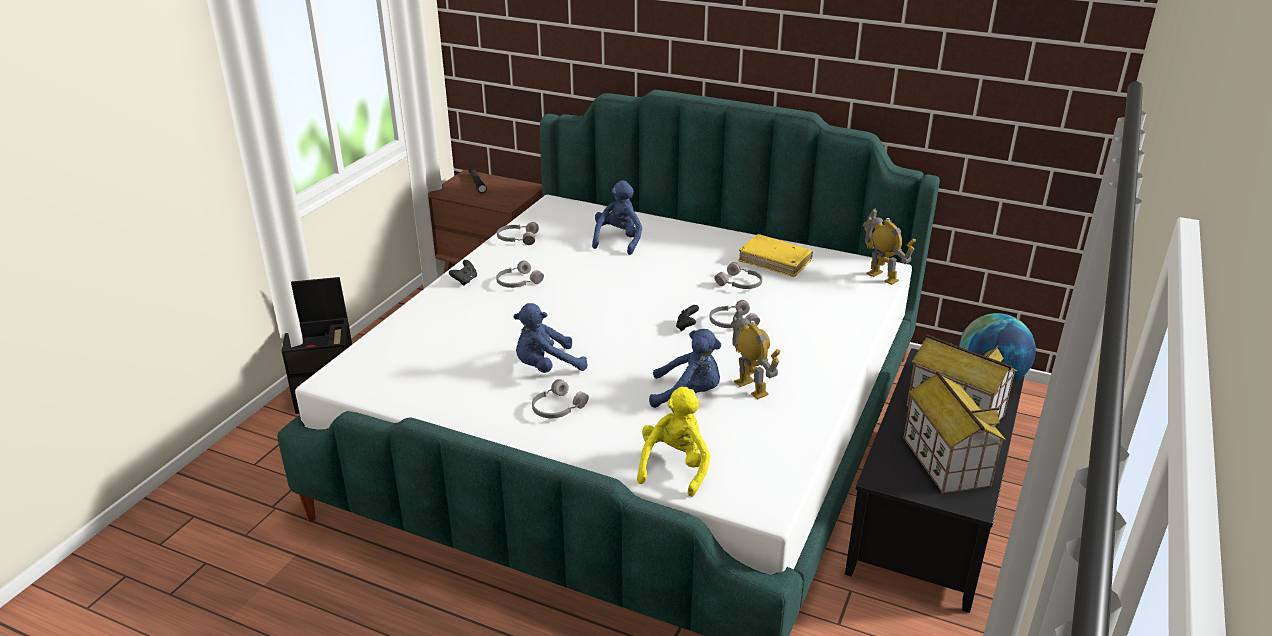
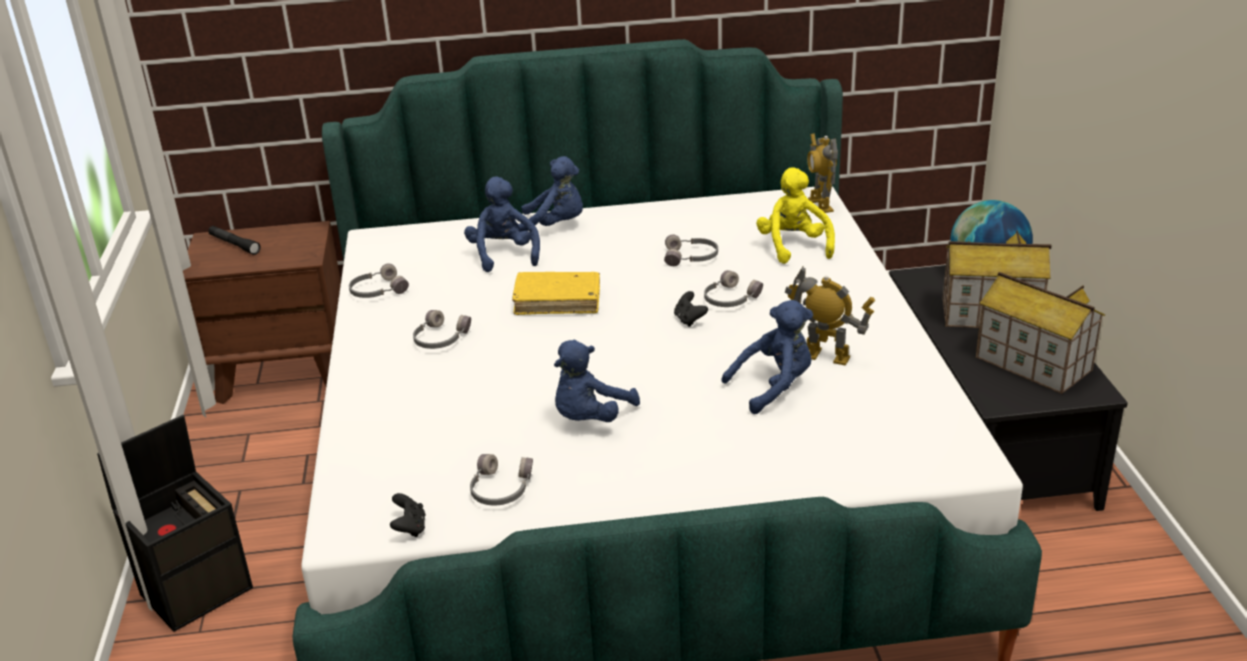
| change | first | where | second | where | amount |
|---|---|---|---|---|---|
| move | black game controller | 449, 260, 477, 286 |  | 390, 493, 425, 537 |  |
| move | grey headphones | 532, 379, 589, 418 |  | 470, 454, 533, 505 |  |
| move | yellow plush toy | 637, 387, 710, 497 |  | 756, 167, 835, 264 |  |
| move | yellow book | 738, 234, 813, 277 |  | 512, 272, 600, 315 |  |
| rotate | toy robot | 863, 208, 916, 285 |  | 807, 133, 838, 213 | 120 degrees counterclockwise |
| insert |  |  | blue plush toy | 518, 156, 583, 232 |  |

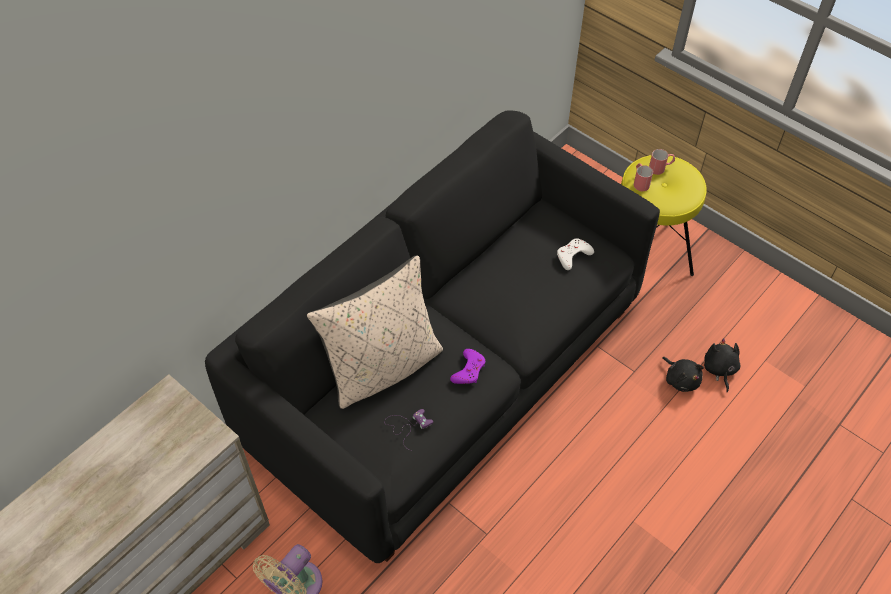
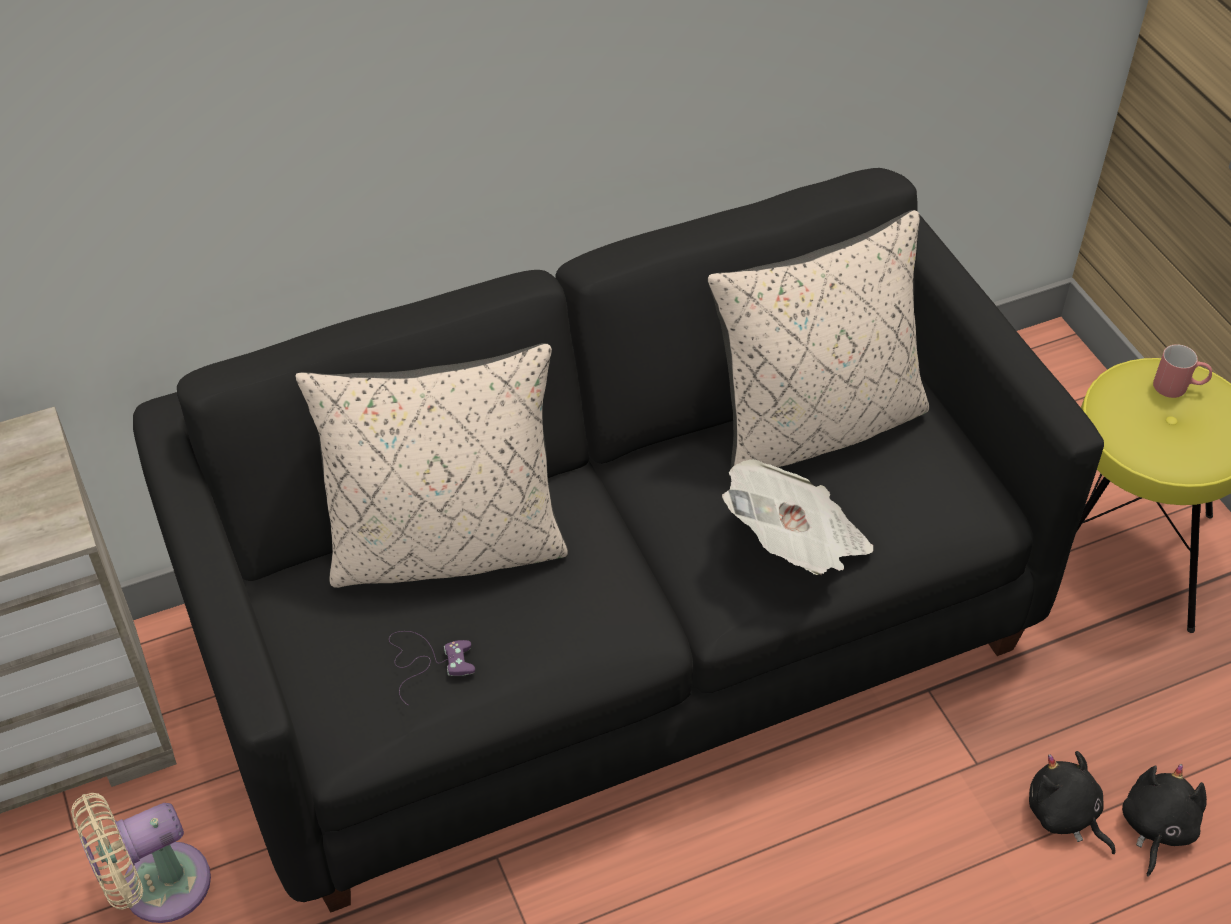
| change | first | where | second | where | amount |
|---|---|---|---|---|---|
| delete | purple game controller | 450, 349, 485, 384 |  |  |  |
| delete | white game controller | 557, 238, 594, 270 |  |  |  |
| delete | red mug | 634, 163, 653, 191 |  |  |  |
| rotate | black plush toy | 662, 357, 704, 392 |  | 1029, 751, 1115, 854 | 150 degrees clockwise |
| insert |  |  | beige pillow | 708, 210, 929, 468 |  |
| insert |  |  | newspaper | 722, 459, 873, 575 |  |

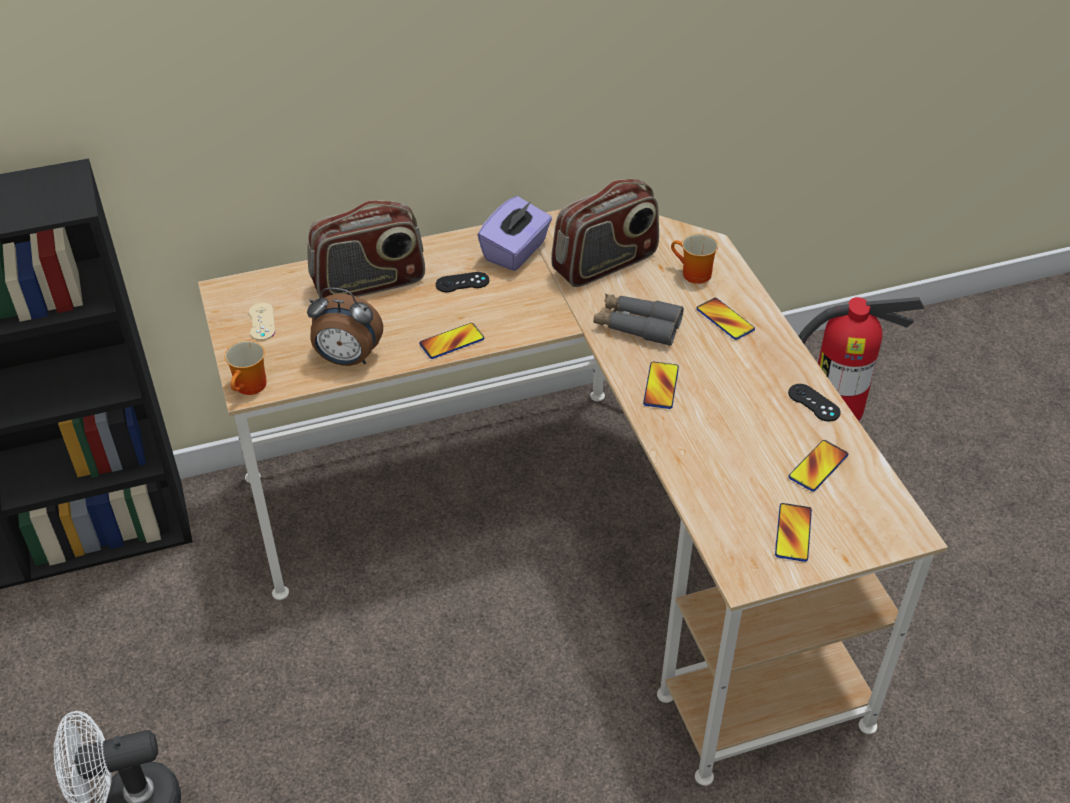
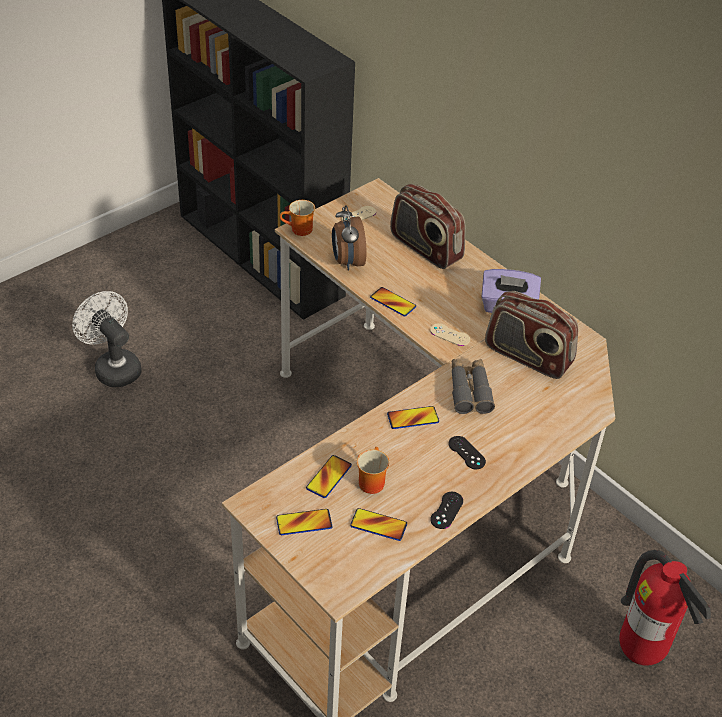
| change | first | where | second | where | amount |
|---|---|---|---|---|---|
| move | black game controller | 436, 272, 489, 292 |  | 449, 436, 486, 469 |  |
| move | mug | 671, 233, 718, 284 |  | 357, 447, 389, 494 |  |
| move | phone | 696, 298, 755, 340 |  | 306, 455, 352, 498 |  |
| insert |  |  | beige game controller | 430, 323, 470, 346 |  |

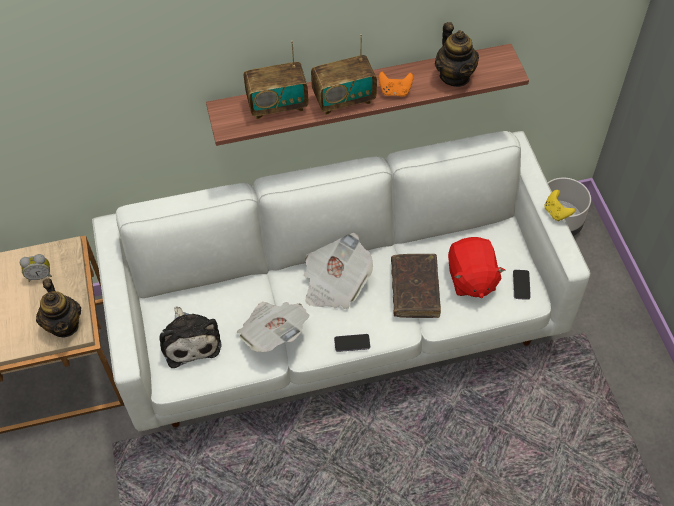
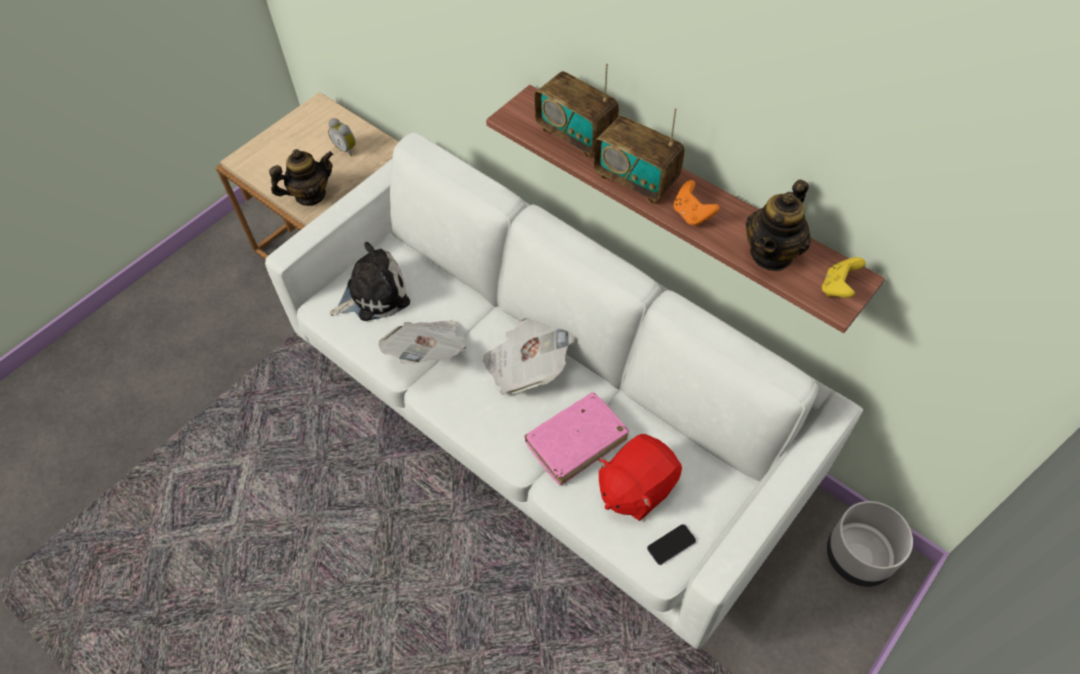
| change | first | where | second | where | amount |
|---|---|---|---|---|---|
| rotate | teapot | 36, 279, 81, 337 |  | 269, 149, 333, 206 | 150 degrees counterclockwise |
| rotate | plush toy | 159, 307, 222, 368 |  | 330, 242, 410, 321 | 150 degrees counterclockwise |
| delete | phone | 334, 334, 370, 352 |  |  |  |
| recolor | brown book | 391, 254, 441, 318 | pink book | 524, 392, 629, 486 |  |
| move | yellow game controller | 544, 190, 575, 221 |  | 822, 257, 866, 298 |  |

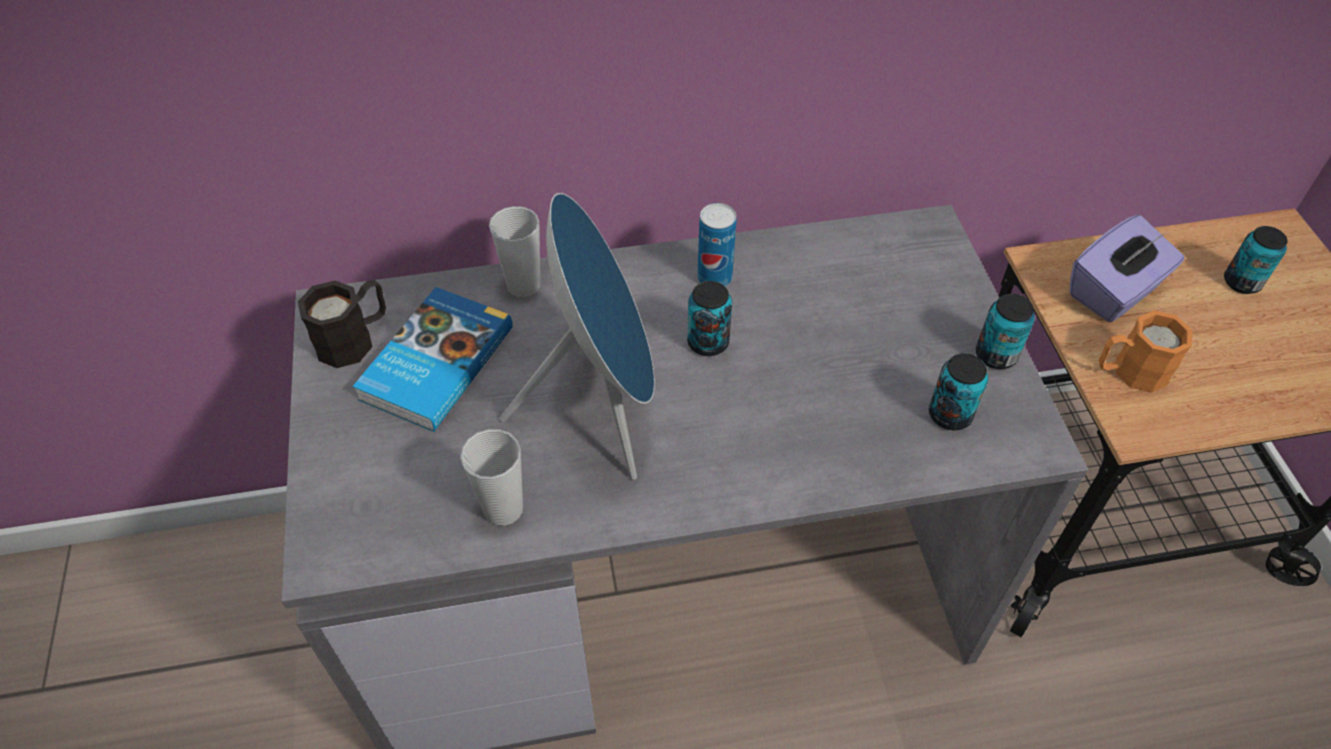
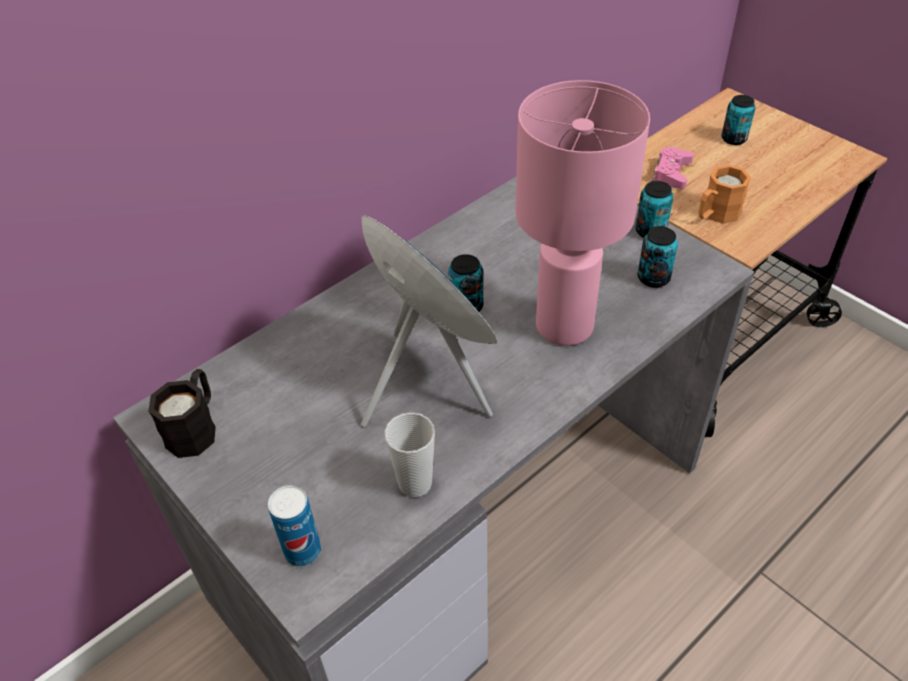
| change | first | where | second | where | amount |
|---|---|---|---|---|---|
| delete | book | 353, 287, 513, 432 |  |  |  |
| delete | cup | 489, 206, 540, 297 |  |  |  |
| move | can | 697, 203, 737, 287 |  | 268, 485, 321, 567 |  |
| replace | purple tissue box | 1069, 215, 1184, 322 | pink game controller | 652, 147, 694, 189 |  |
| insert |  |  | pink table lamp | 516, 80, 650, 346 |  |

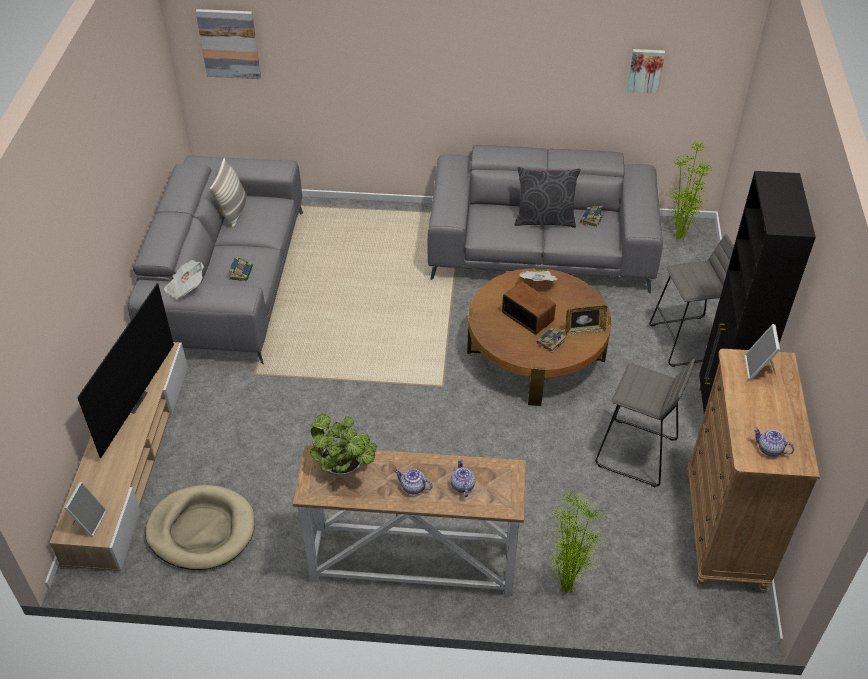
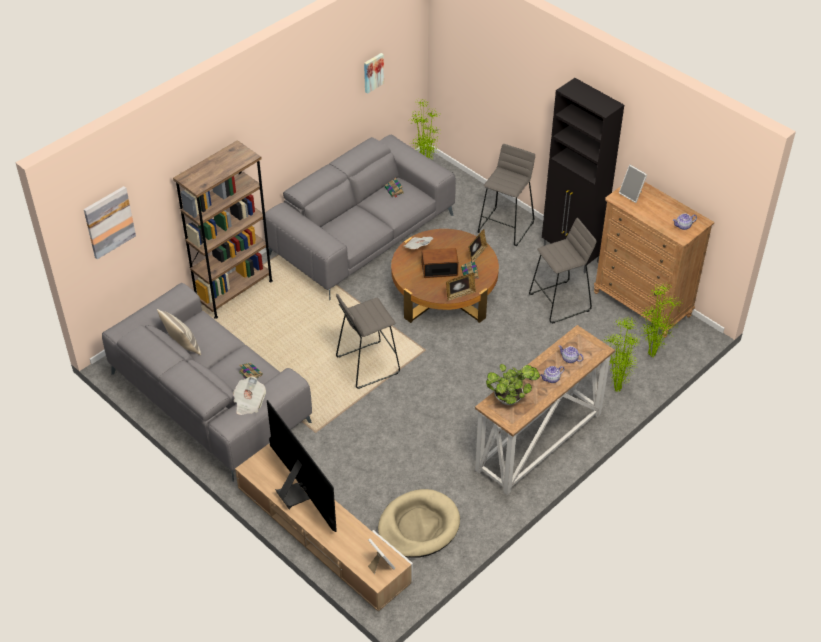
| change | first | where | second | where | amount |
|---|---|---|---|---|---|
| delete | grey pillow | 514, 167, 580, 228 |  |  |  |
| insert |  |  | brown bookcase | 173, 140, 273, 319 |  |
| insert |  |  | grey stool | 336, 294, 400, 389 |  |
| insert |  |  | picture frame | 446, 273, 476, 301 |  |
| insert |  |  | potted plant | 639, 283, 683, 358 |  |

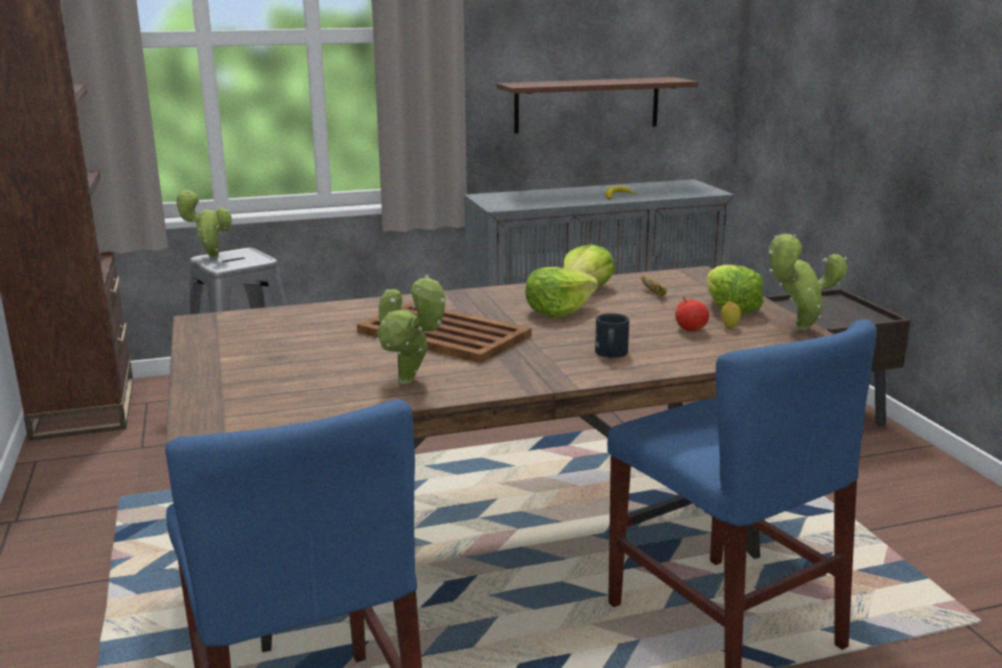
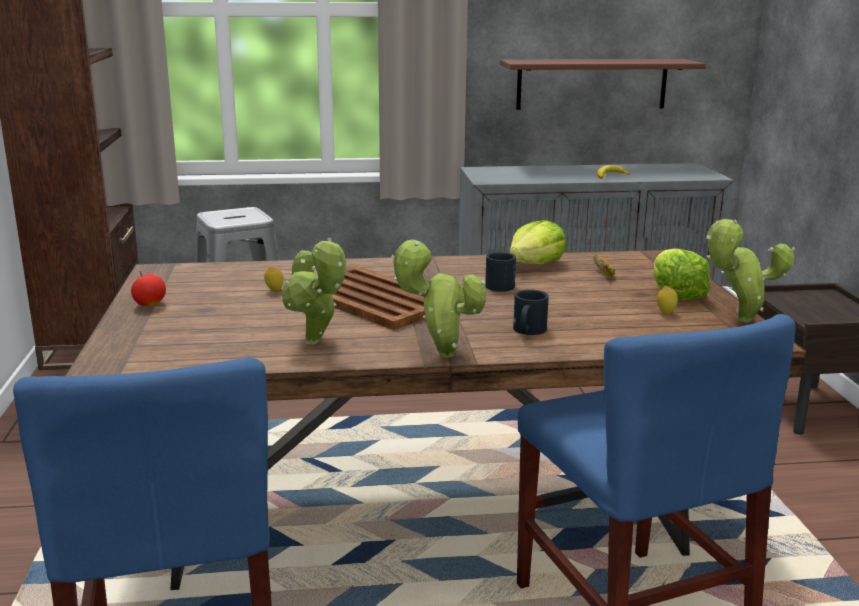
| change | first | where | second | where | amount |
|---|---|---|---|---|---|
| move | potted plant | 175, 190, 232, 258 |  | 391, 239, 486, 358 |  |
| replace | lettuce | 525, 267, 598, 317 | black mug | 485, 252, 516, 292 |  |
| move | apple | 675, 297, 709, 331 |  | 131, 271, 166, 306 |  |
| insert |  |  | lemon | 264, 267, 284, 291 |  |

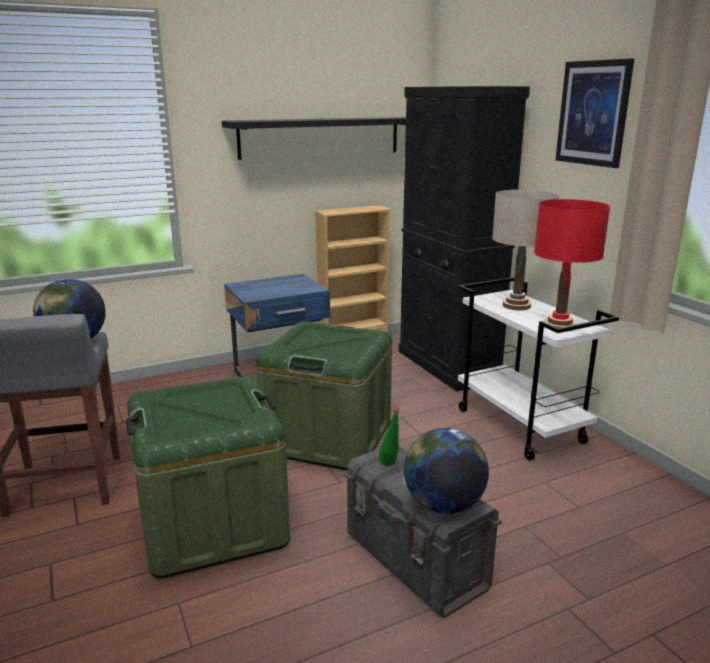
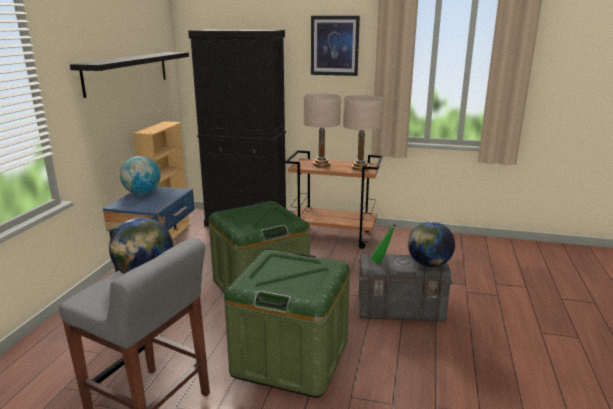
| change | first | where | second | where | amount |
|---|---|---|---|---|---|
| recolor | white cart | 458, 277, 619, 460 | brown cart | 285, 150, 383, 249 |  |
| recolor | red table lamp | 534, 199, 610, 332 | beige table lamp | 343, 95, 383, 171 |  |
| insert |  |  | globe | 120, 156, 161, 195 |  |

